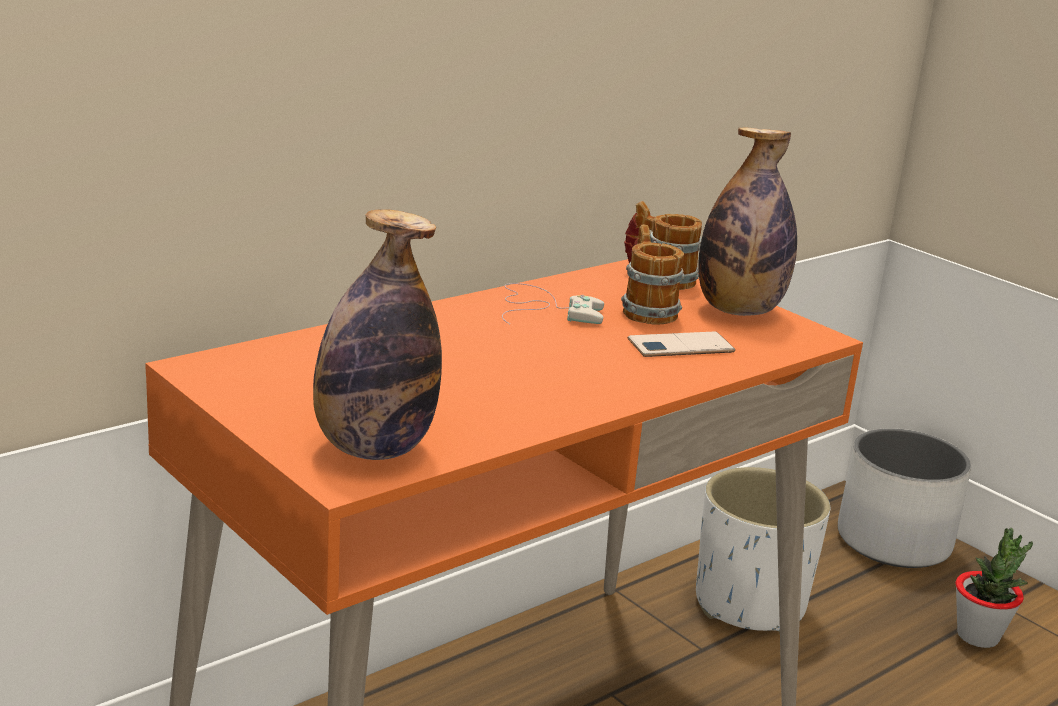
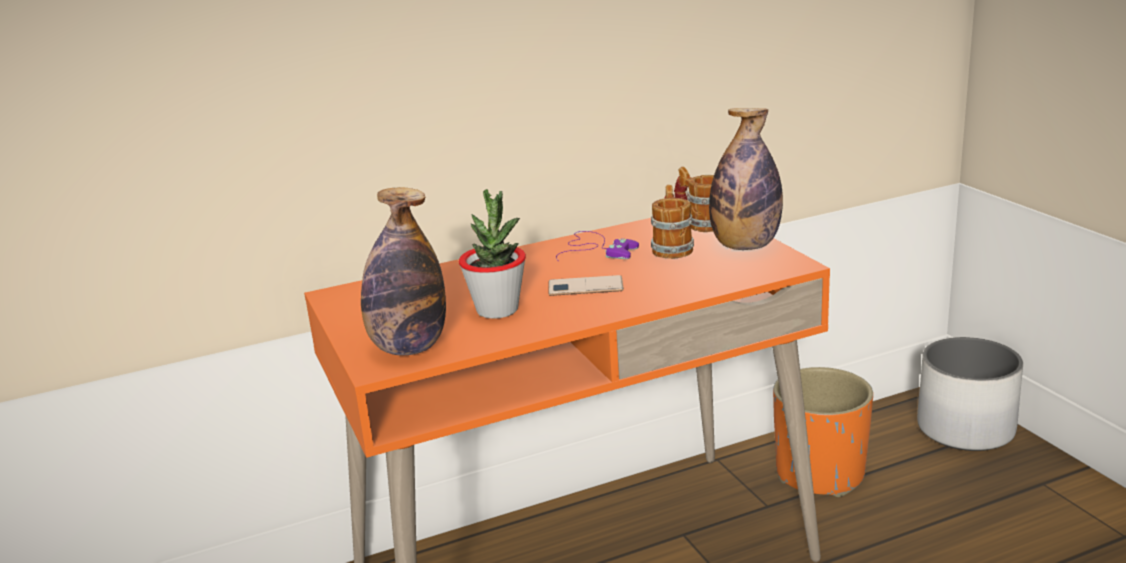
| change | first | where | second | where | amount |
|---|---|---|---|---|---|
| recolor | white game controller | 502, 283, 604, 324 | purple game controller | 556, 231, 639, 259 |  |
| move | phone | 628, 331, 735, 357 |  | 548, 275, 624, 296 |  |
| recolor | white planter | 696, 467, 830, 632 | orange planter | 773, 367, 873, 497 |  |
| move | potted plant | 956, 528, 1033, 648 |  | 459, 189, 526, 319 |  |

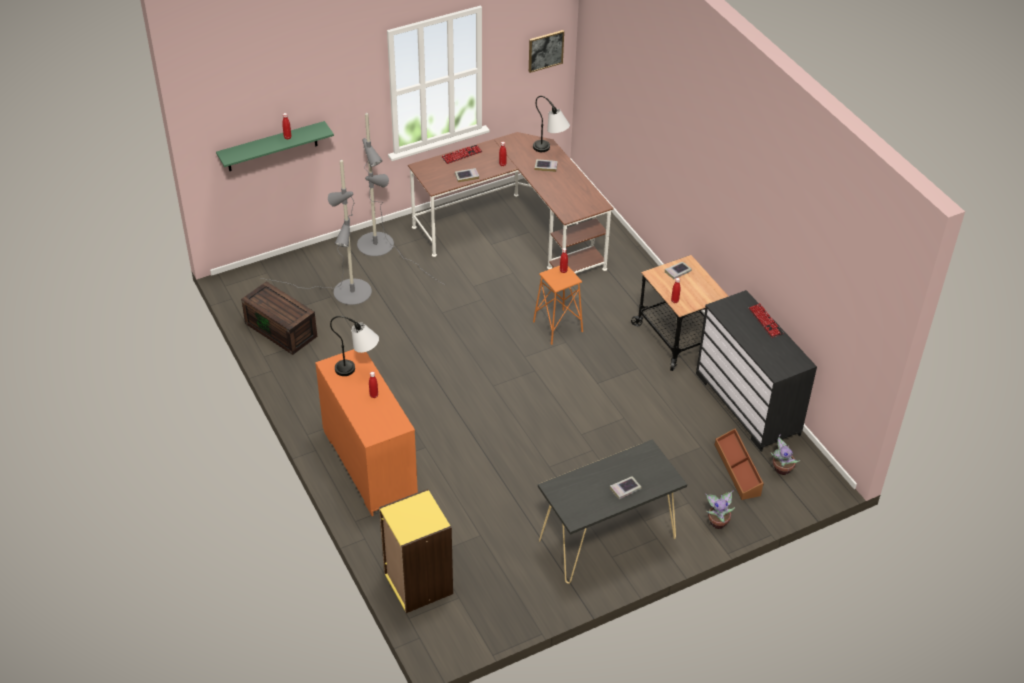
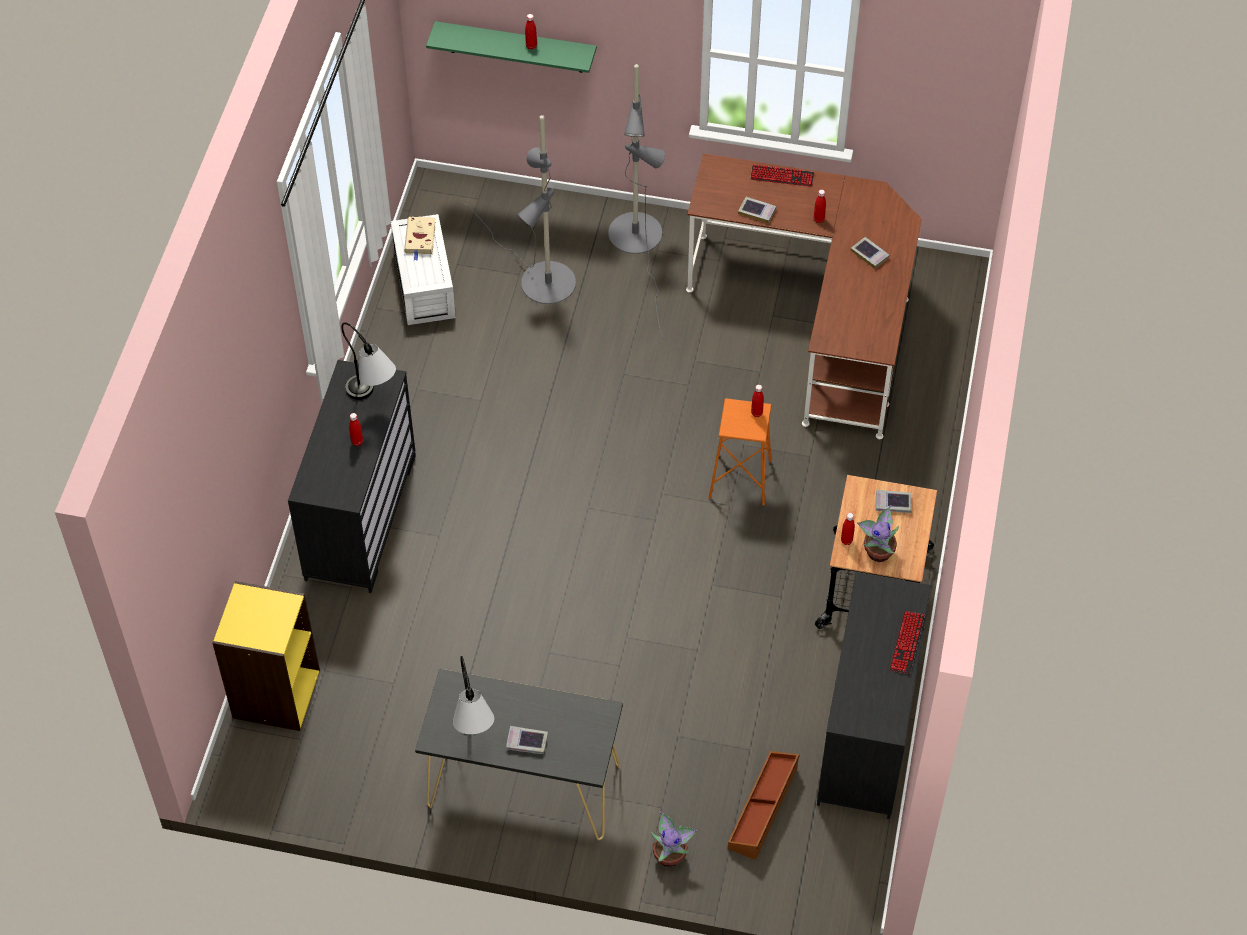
| change | first | where | second | where | amount |
|---|---|---|---|---|---|
| recolor | brown storage box | 241, 281, 317, 355 | white storage box | 391, 214, 456, 325 |  |
| recolor | orange dresser | 315, 349, 418, 516 | black dresser | 288, 360, 416, 593 |  |
| delete | picture | 529, 30, 564, 73 |  |  |  |
| move | table lamp | 533, 96, 570, 152 |  | 453, 656, 494, 734 |  |
| move | potted plant | 771, 435, 800, 475 |  | 857, 505, 899, 562 |  |
| insert |  |  | beige book | 404, 216, 436, 261 |  |

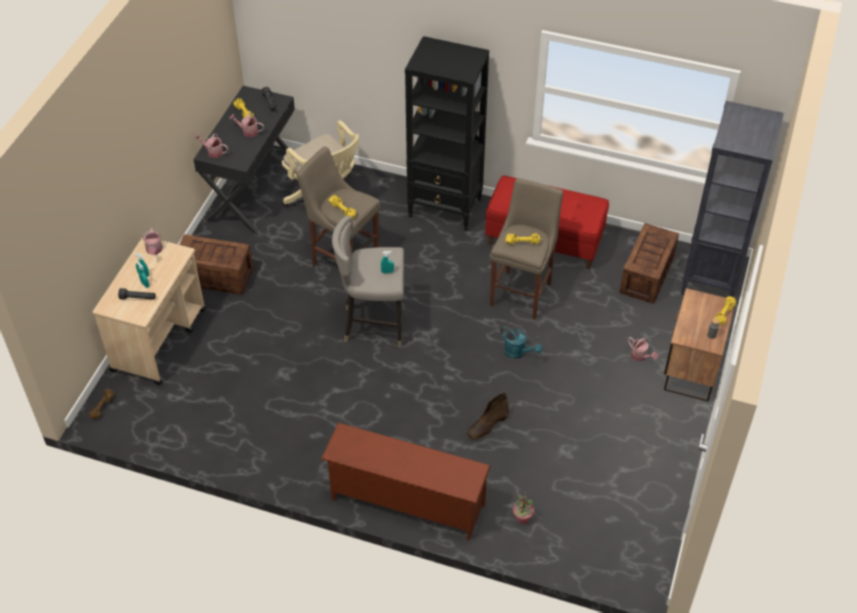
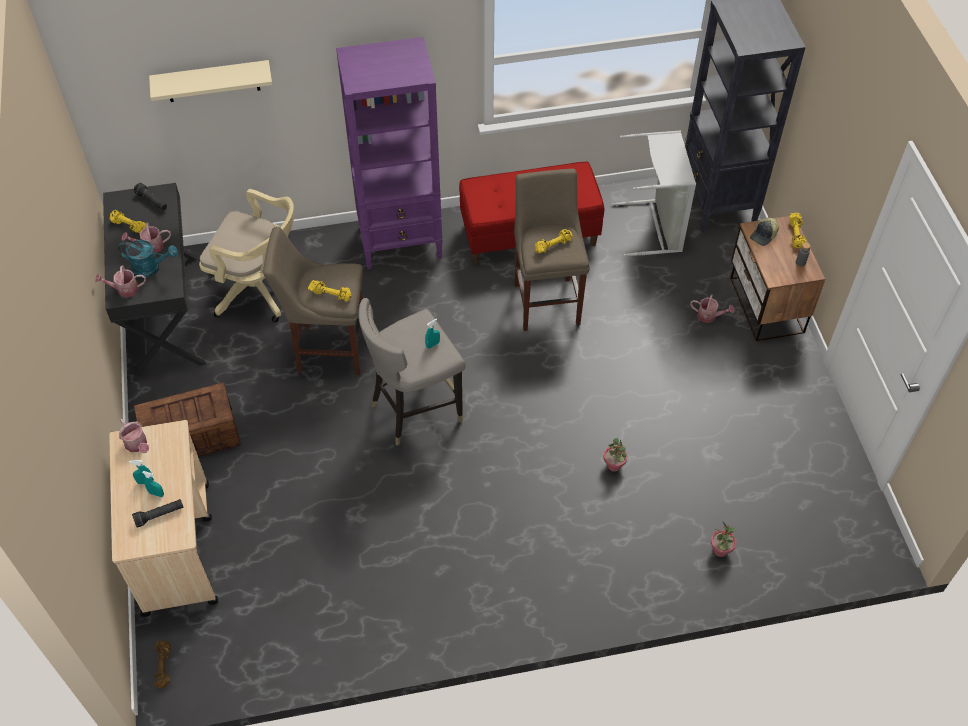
| change | first | where | second | where | amount |
|---|---|---|---|---|---|
| delete | brown shoe rack | 321, 422, 491, 541 |  |  |  |
| recolor | black bookcase | 405, 36, 489, 231 | purple bookcase | 336, 37, 442, 269 |  |
| replace | brown boot | 467, 392, 509, 440 | potted plant | 603, 438, 628, 472 |  |
| move | turquoise watering can | 501, 326, 542, 359 |  | 118, 240, 178, 278 |  |
| replace | crate | 619, 223, 679, 304 | grey laundry basket | 612, 130, 696, 256 |  |
| insert |  |  | beige shelf | 149, 60, 272, 102 |  |
| insert |  |  | cap | 750, 218, 779, 246 |  |

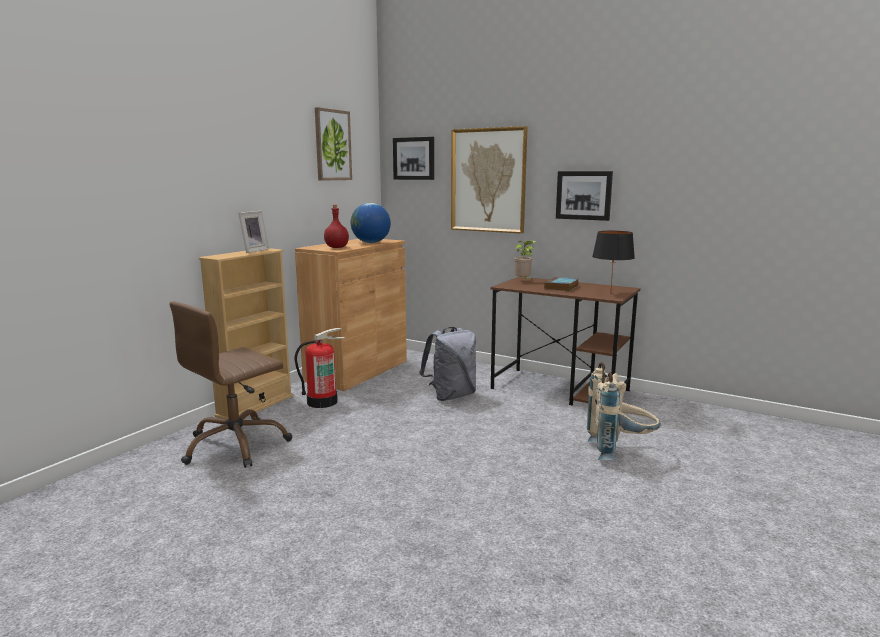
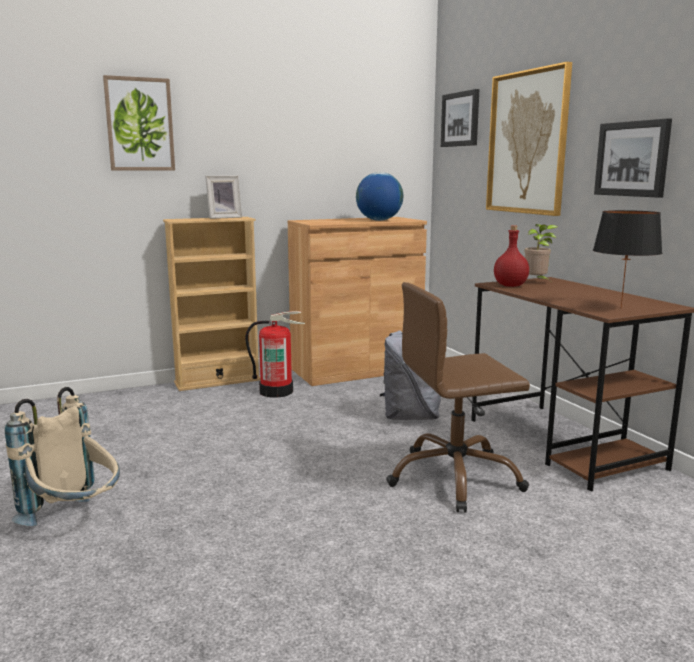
| change | first | where | second | where | amount |
|---|---|---|---|---|---|
| move | brown office chair | 170, 301, 292, 468 |  | 386, 282, 530, 513 |  |
| move | picture | 315, 107, 352, 181 |  | 103, 75, 175, 171 |  |
| move | red bottle | 324, 205, 349, 248 |  | 494, 225, 529, 287 |  |
| delete | book | 544, 277, 579, 291 |  |  |  |
| move | beige backpack | 587, 362, 661, 460 |  | 5, 387, 120, 526 |  |

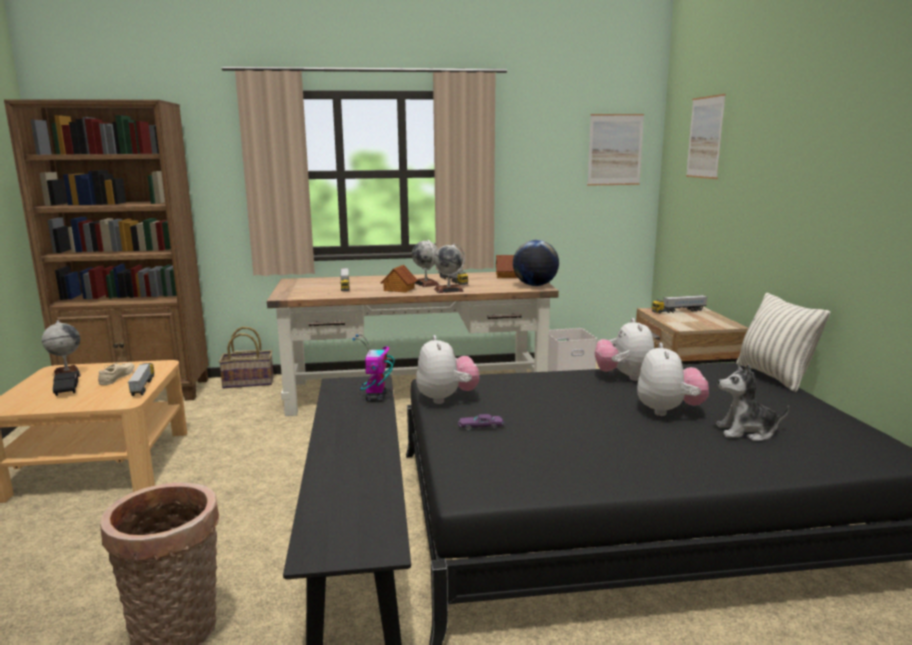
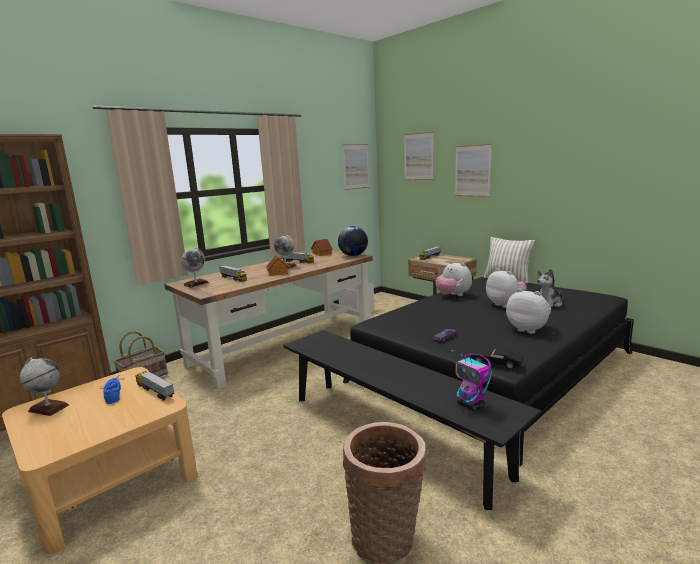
| change | first | where | second | where | amount |
|---|---|---|---|---|---|
| move | black toy car | 53, 371, 79, 396 |  | 471, 348, 524, 369 |  |
| recolor | beige shoe | 98, 359, 135, 385 | blue shoe | 100, 375, 125, 404 |  |
| move | toy robot | 352, 334, 395, 402 |  | 451, 350, 492, 411 |  |
| move | plush toy | 416, 335, 480, 404 |  | 506, 288, 551, 334 |  |
| move | globe | 434, 243, 465, 293 |  | 181, 248, 209, 288 |  |
| insert |  |  | picture | 455, 144, 492, 197 |  |

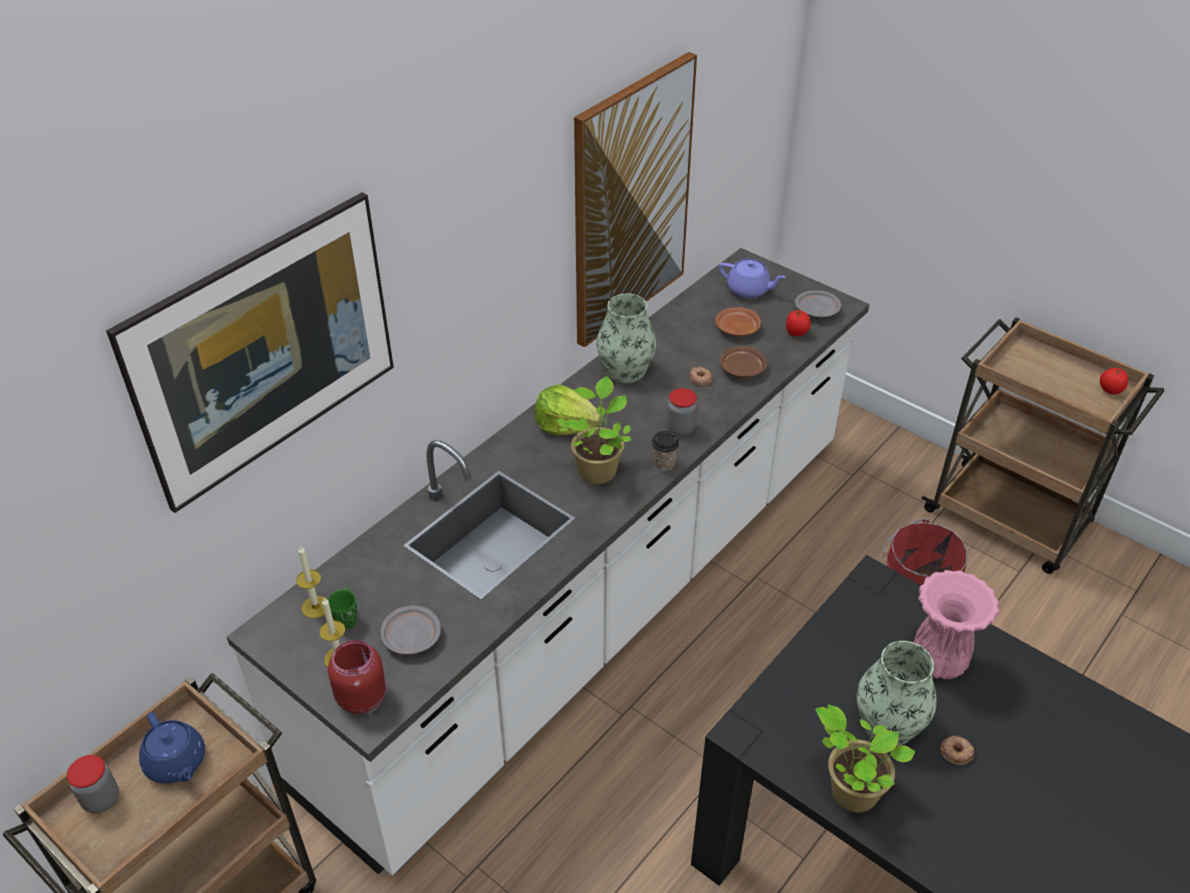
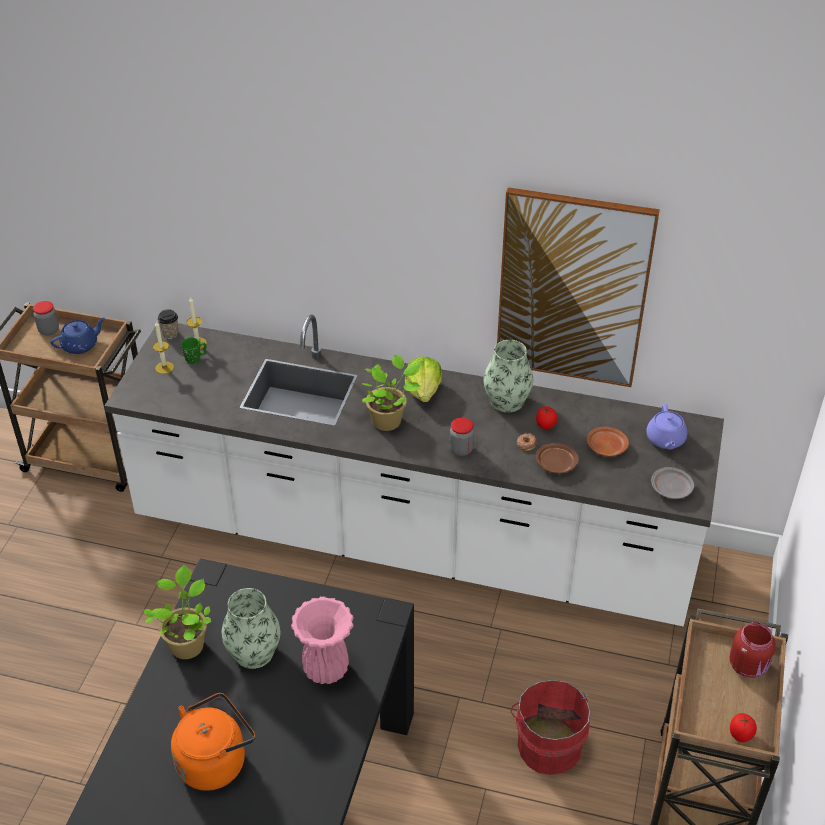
| change | first | where | second | where | amount |
|---|---|---|---|---|---|
| delete | picture | 106, 192, 394, 513 |  |  |  |
| rotate | blue teapot | 139, 712, 205, 784 |  | 50, 317, 105, 354 | 150 degrees counterclockwise |
| move | red jar | 328, 640, 387, 714 |  | 729, 622, 776, 678 |  |
| delete | grey plate | 381, 605, 441, 654 |  |  |  |
| move | cup | 652, 431, 679, 471 |  | 158, 309, 178, 339 |  |
| move | tomato | 786, 310, 811, 336 |  | 536, 406, 557, 429 |  |
| delete | donut | 940, 736, 974, 765 |  |  |  |
| insert |  |  | orange kettle | 171, 693, 255, 791 |  |

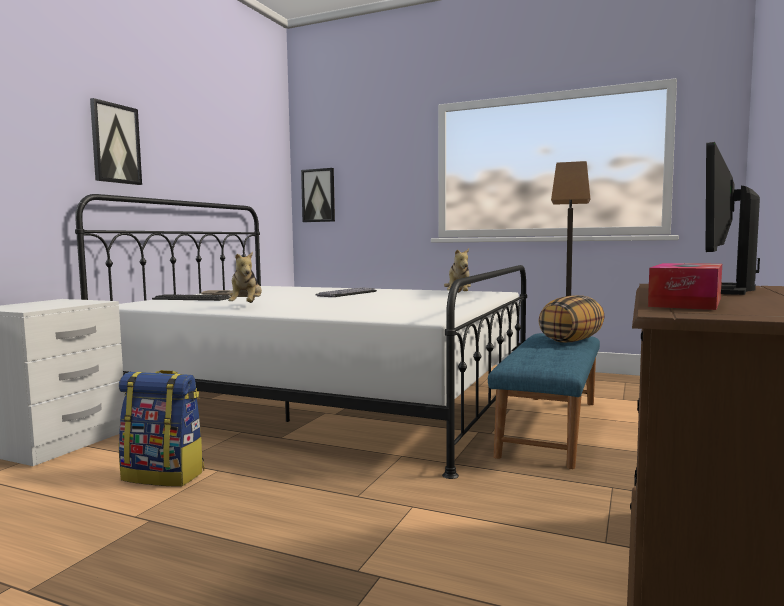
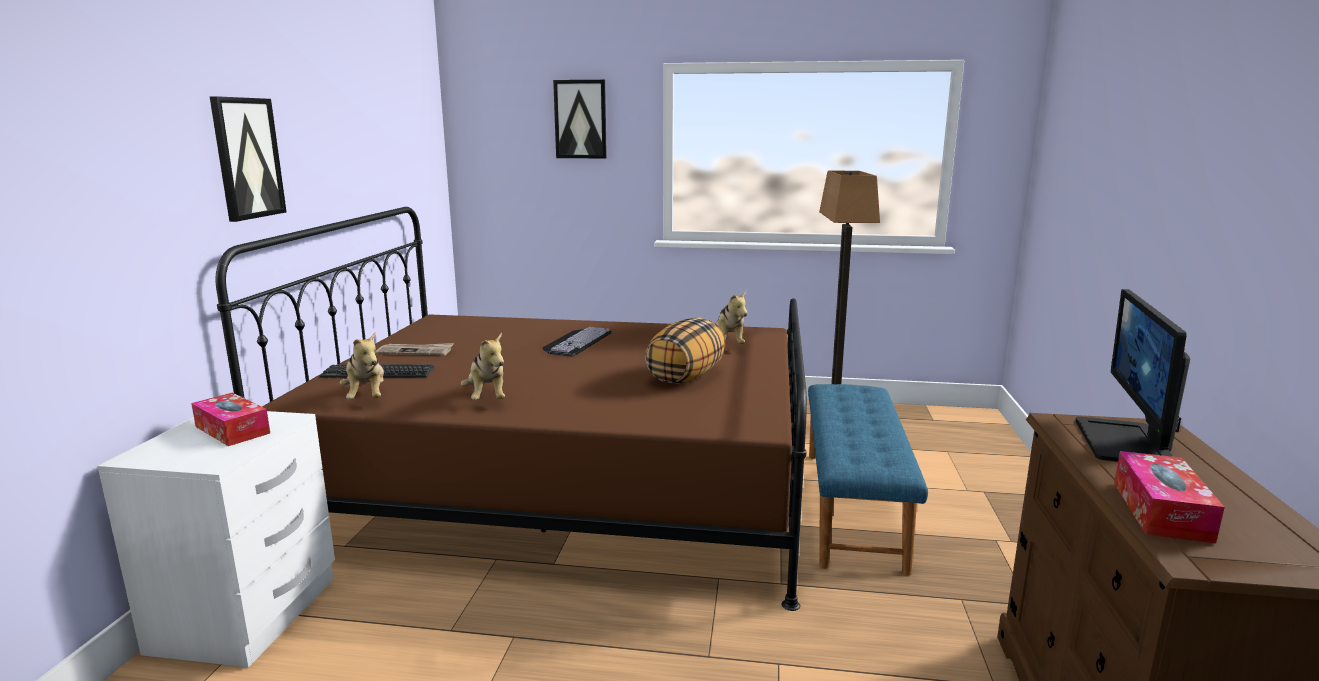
| change | first | where | second | where | amount |
|---|---|---|---|---|---|
| recolor | white bed | 75, 194, 527, 479 | brown bed | 215, 207, 807, 611 |  |
| delete | backpack | 119, 370, 204, 486 |  |  |  |
| move | picture | 301, 168, 335, 222 |  | 553, 80, 607, 158 |  |
| move | pillow | 538, 295, 605, 343 |  | 645, 318, 725, 384 |  |
| insert |  |  | tissue box | 191, 393, 270, 446 |  |
| insert |  |  | plush toy | 340, 331, 384, 399 |  |

